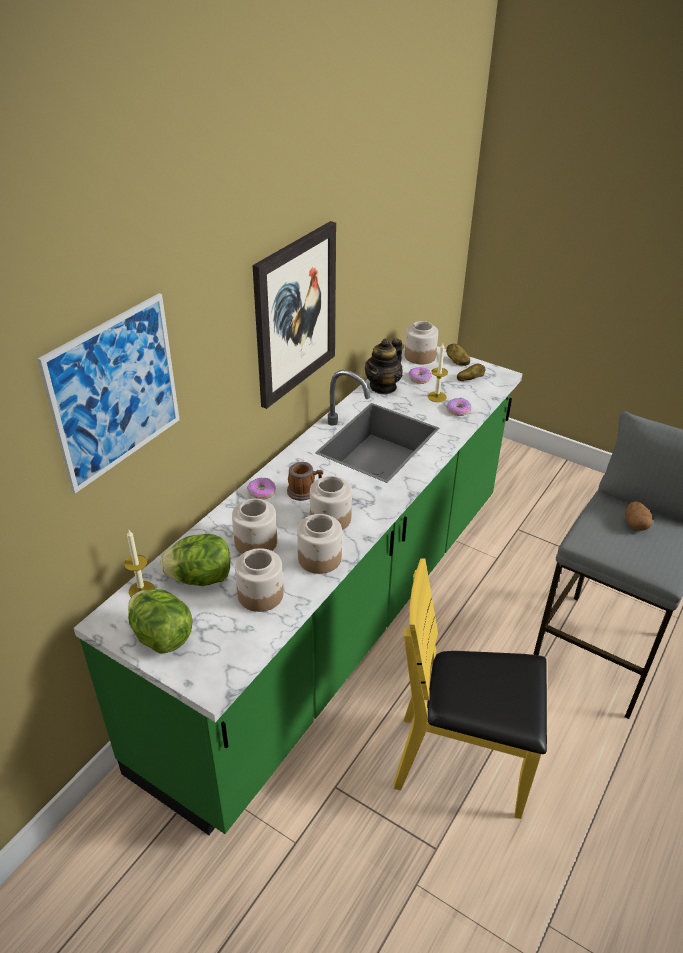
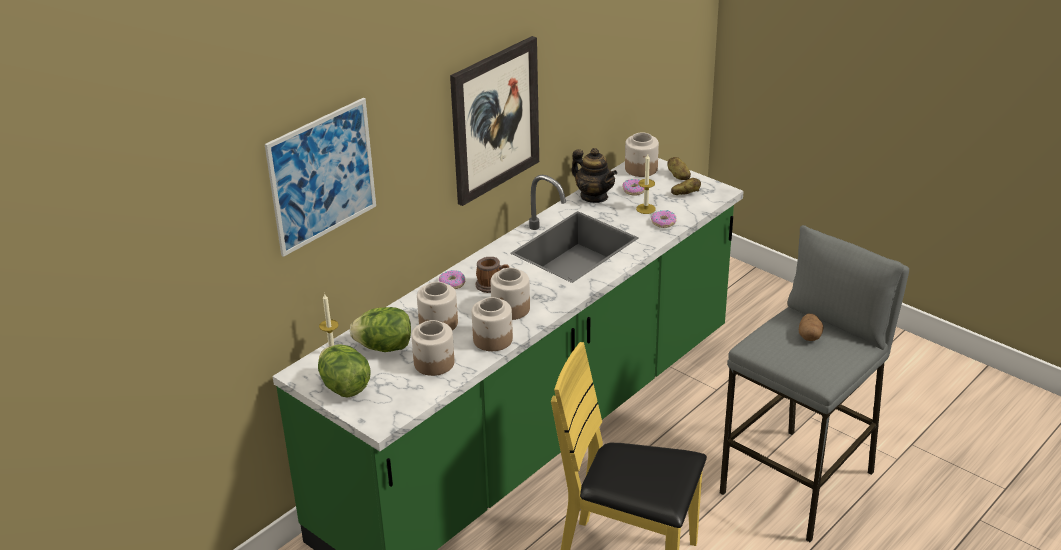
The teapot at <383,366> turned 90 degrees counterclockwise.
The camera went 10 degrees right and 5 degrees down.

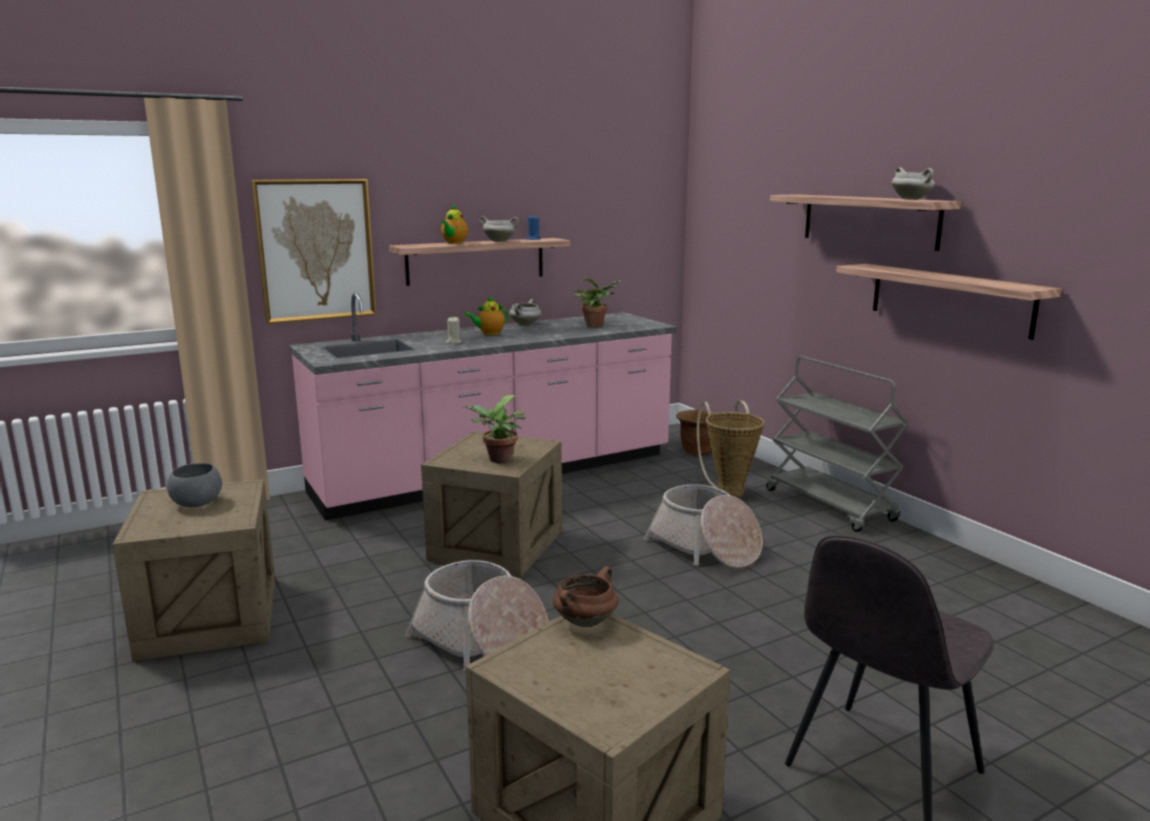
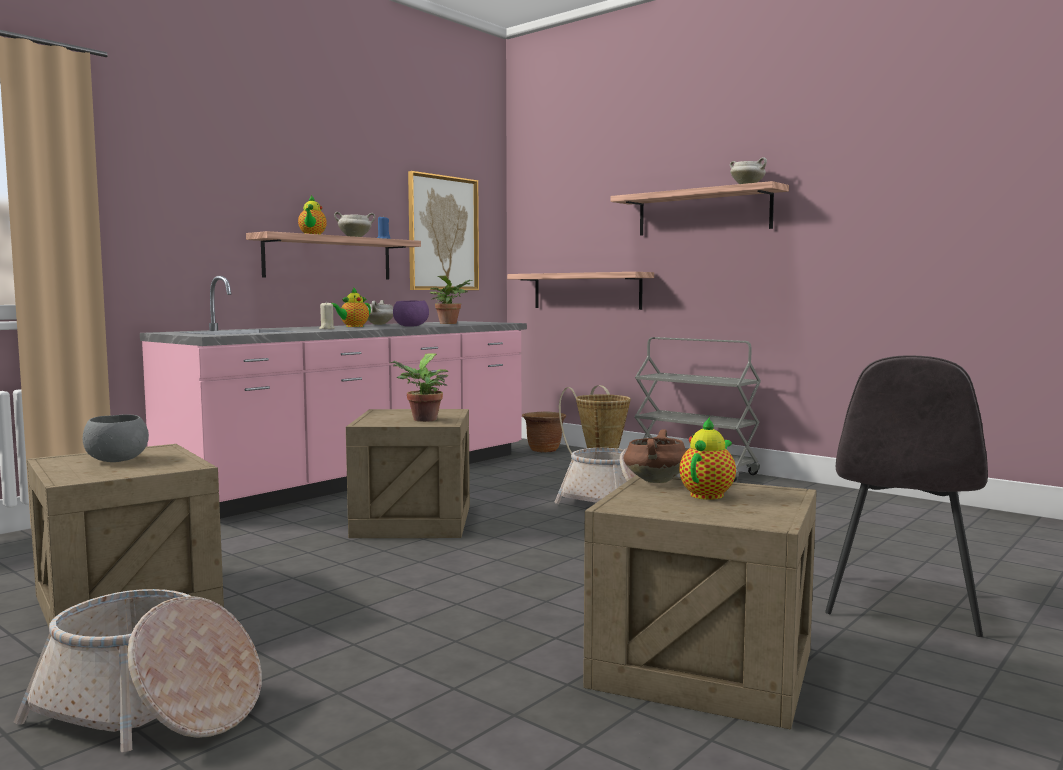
The picture moved from <314,251> to <443,230>.
The shelf moved from <949,302> to <580,291>.
The basket moved from <477,615> to <138,670>.
The bowl (purple) at <411,313> appeared.
The teapot at <707,458> appeared.
The camera went 20 degrees left and 10 degrees down.

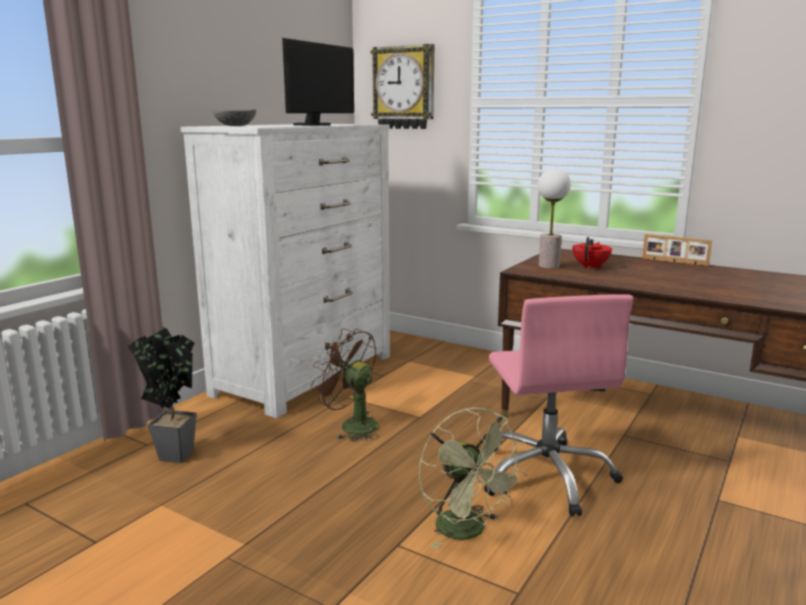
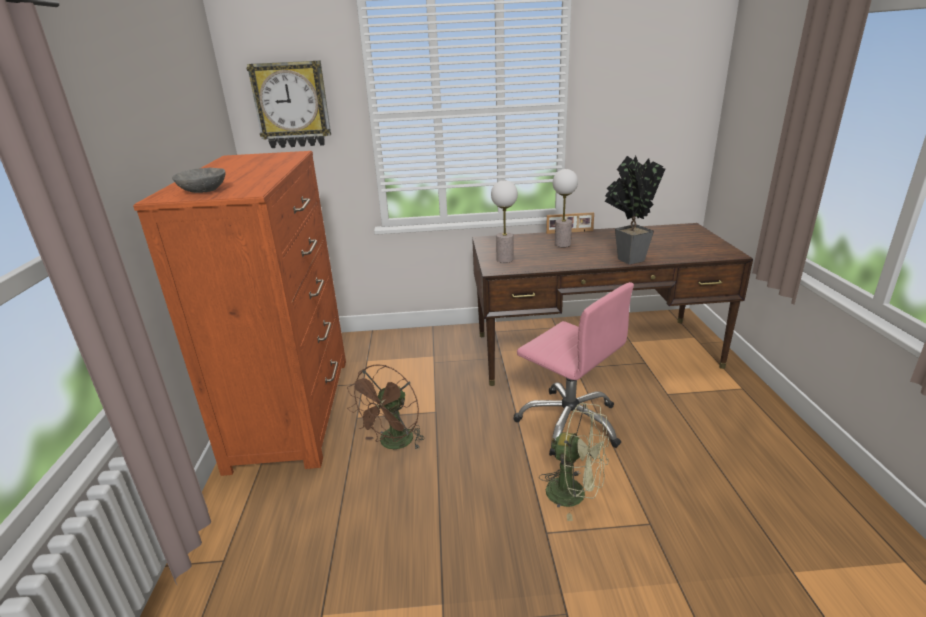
The monitor at <318,82> disappeared.
The dresser (white) at <285,271> became the dresser (orange) at <239,313>.
The teapot (red) at <592,253> disappeared.
The potted plant moved from <162,394> to <635,210>.
The fan (brown) at <345,385> turned 60 degrees counterclockwise.
The table lamp at <565,208> appeared.
The camera went 35 degrees left and 10 degrees up.

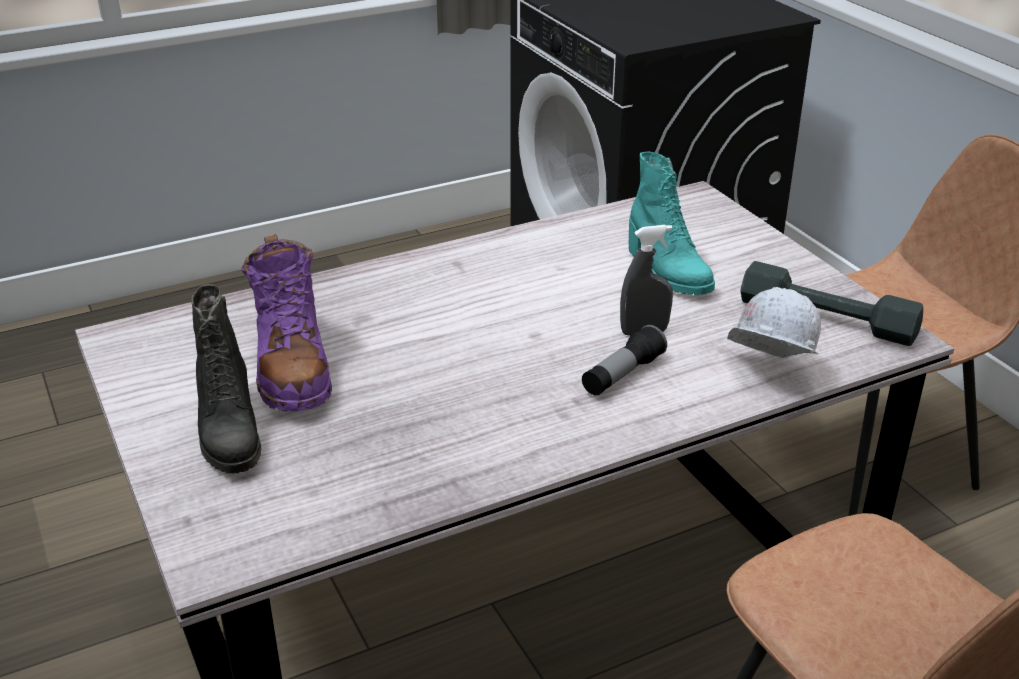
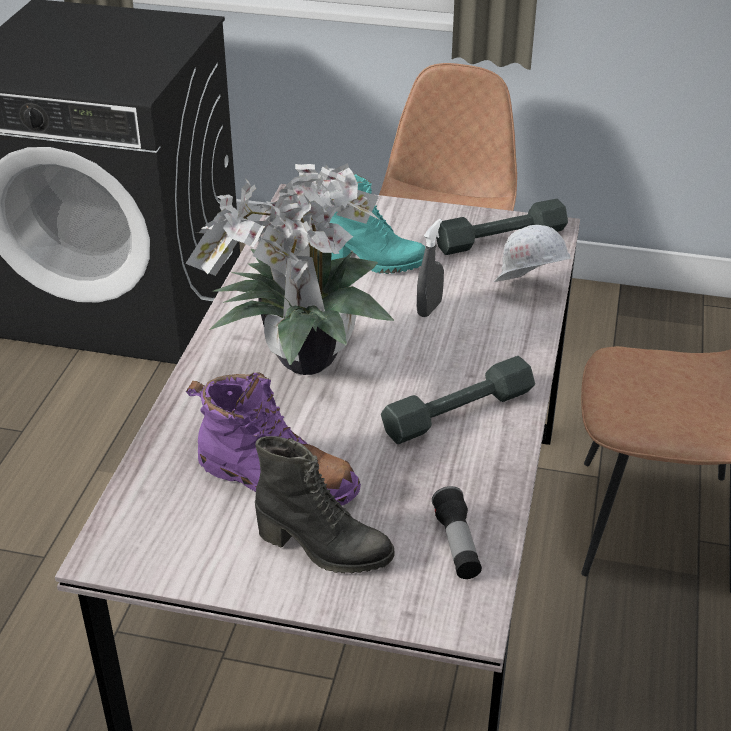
The flashlight moved from <624,360> to <457,532>.
The potted plant at <289,269> appeared.
The dumbbell (grey) at <458,400> appeared.
The camera went 50 degrees left and 5 degrees up.

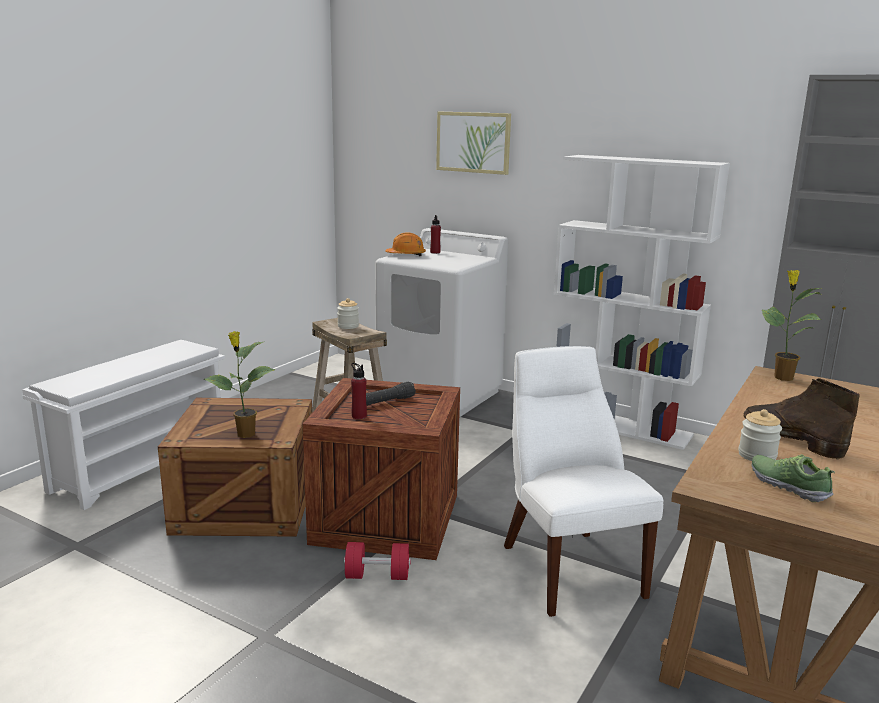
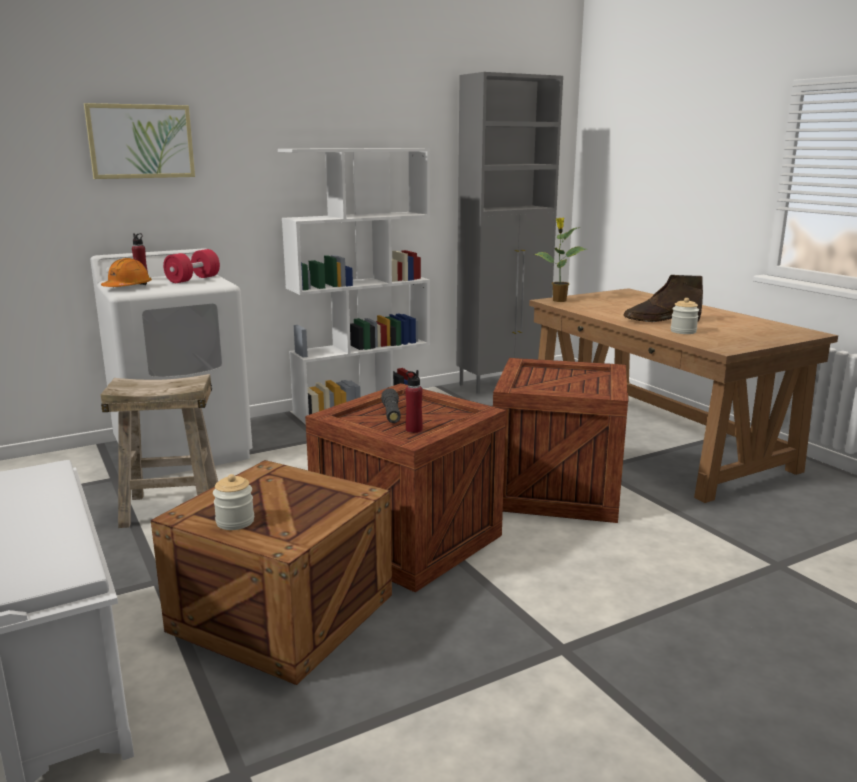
The jar moved from <348,313> to <233,502>.
The potted plant at <239,384> disappeared.
The chair (white) at <584,481> was replaced by the crate at <560,440>.
The shoe at <793,478> disappeared.
The dumbbell (red) moved from <377,561> to <191,266>.
The camera went 60 degrees left and 0 degrees up.

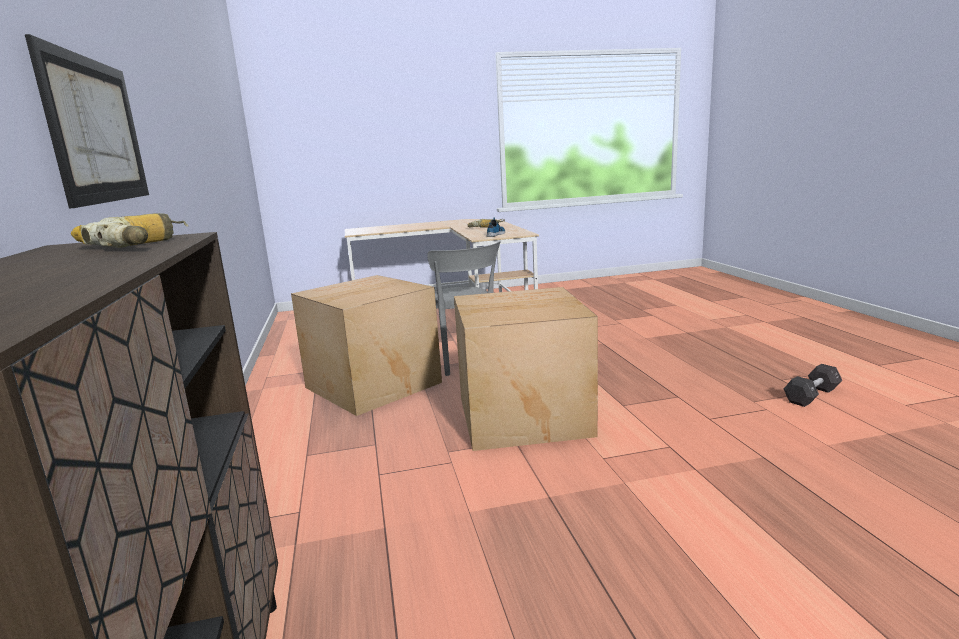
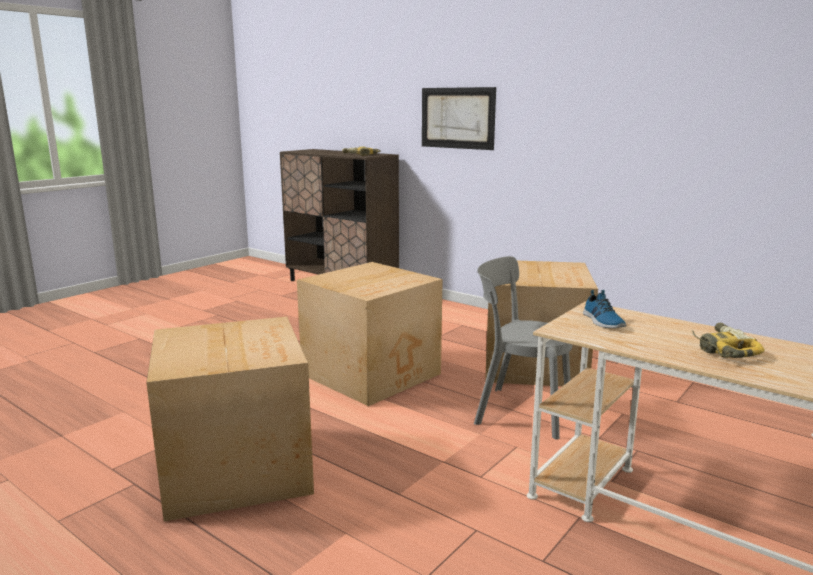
The dumbbell (black) at <813,385> disappeared.
The cardboard box at <230,419> appeared.
The camera went 140 degrees right and 0 degrees up.

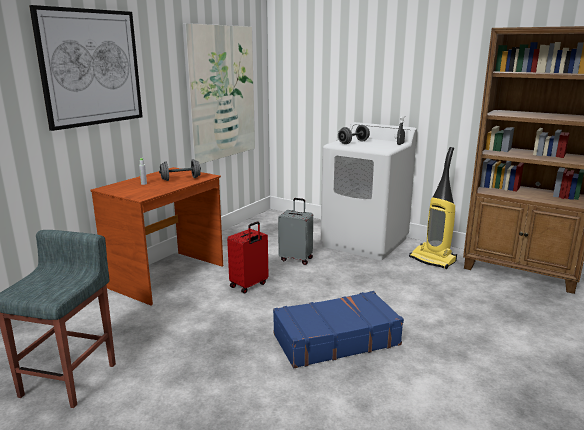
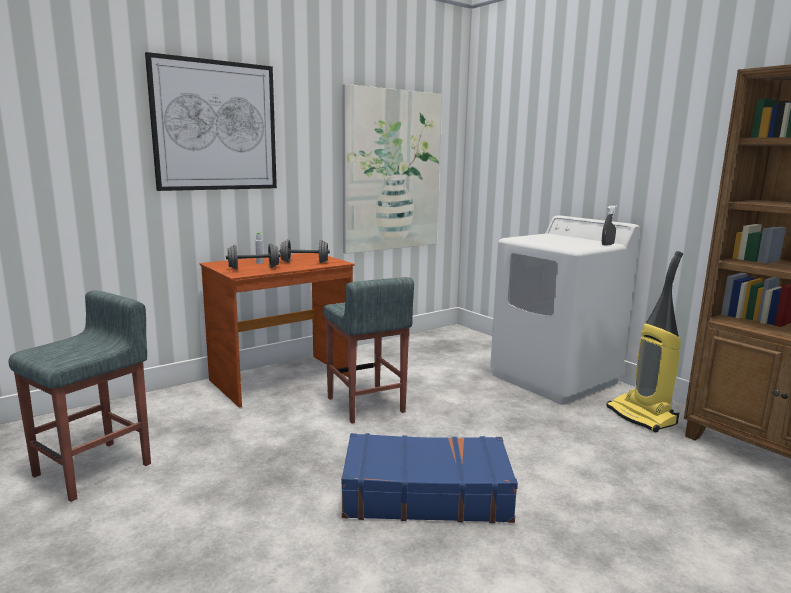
The dumbbell (grey) moved from <354,134> to <253,257>.
The suitcase (grey) at <295,231> disappeared.
The suitcase (red) at <247,257> was replaced by the stool (grey) at <368,350>.
The camera went 20 degrees right and 5 degrees down.

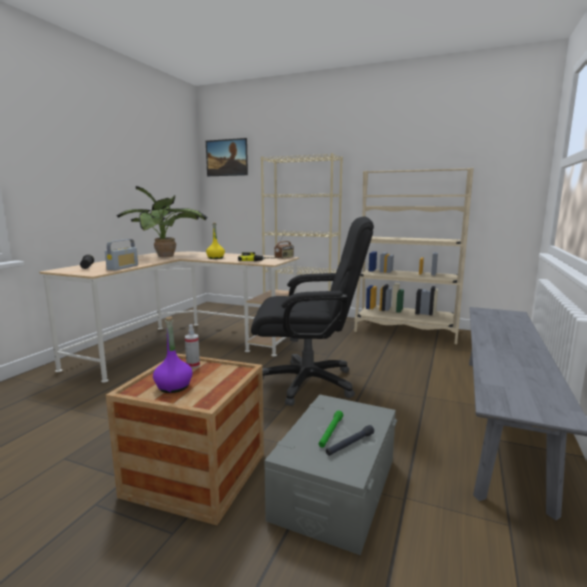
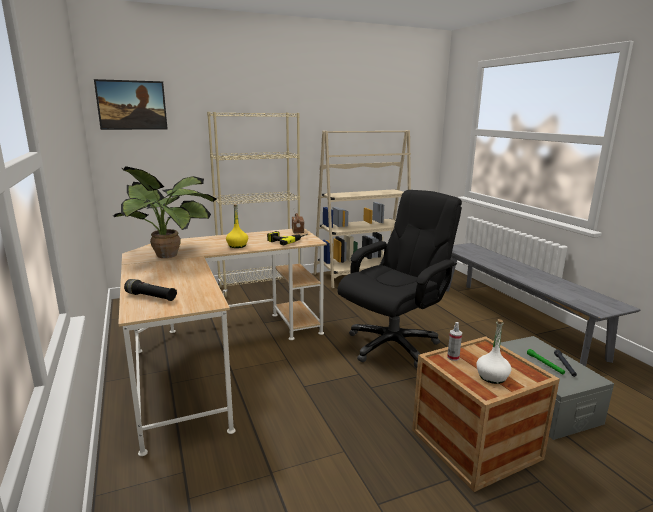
The radio at <121,254> disappeared.
The bottle (purple) at <172,354> became the bottle (white) at <493,351>.
The camera went 45 degrees left and 5 degrees up.

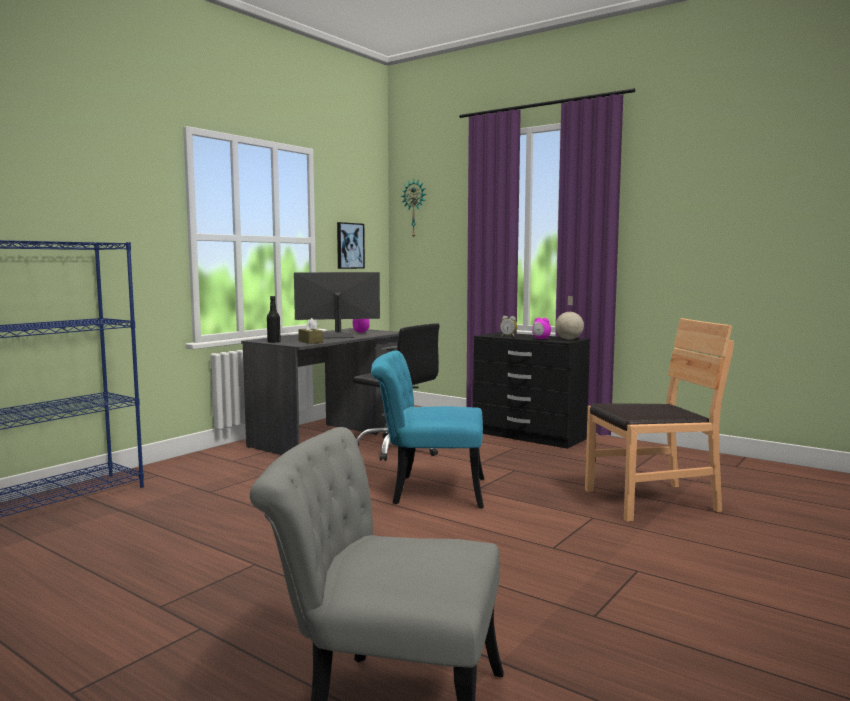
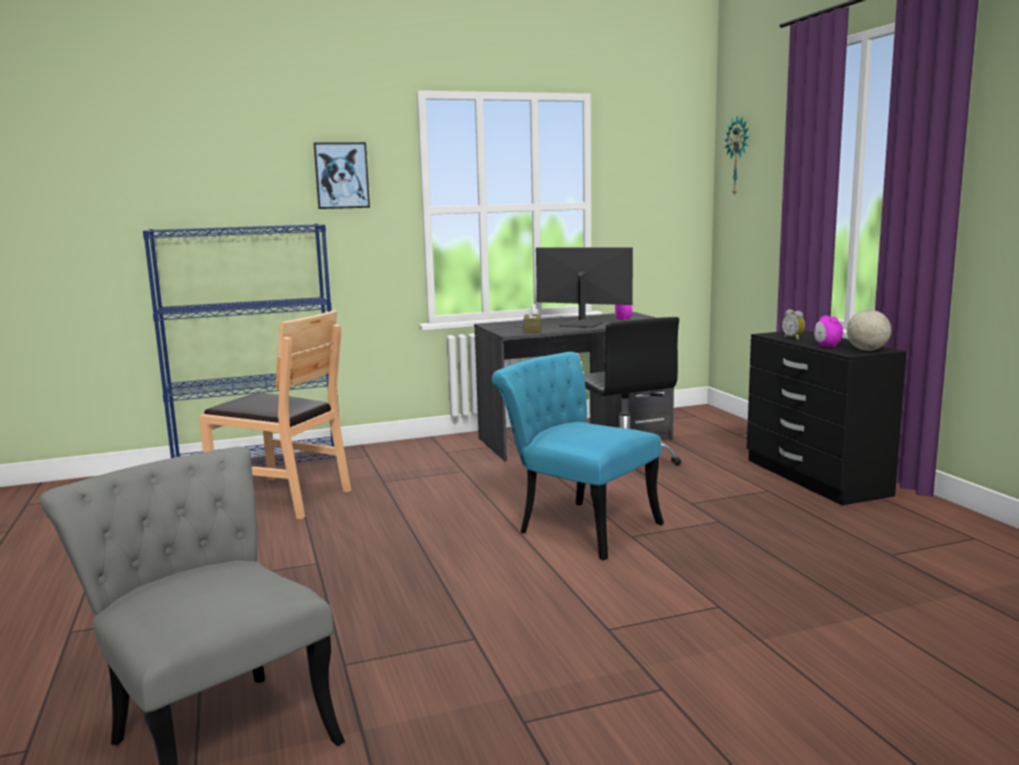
The picture moved from <351,245> to <341,175>.
The bottle (black) at <274,319> disappeared.
The chair (brown) moved from <659,420> to <275,414>.
The camera went 35 degrees right and 5 degrees up.

